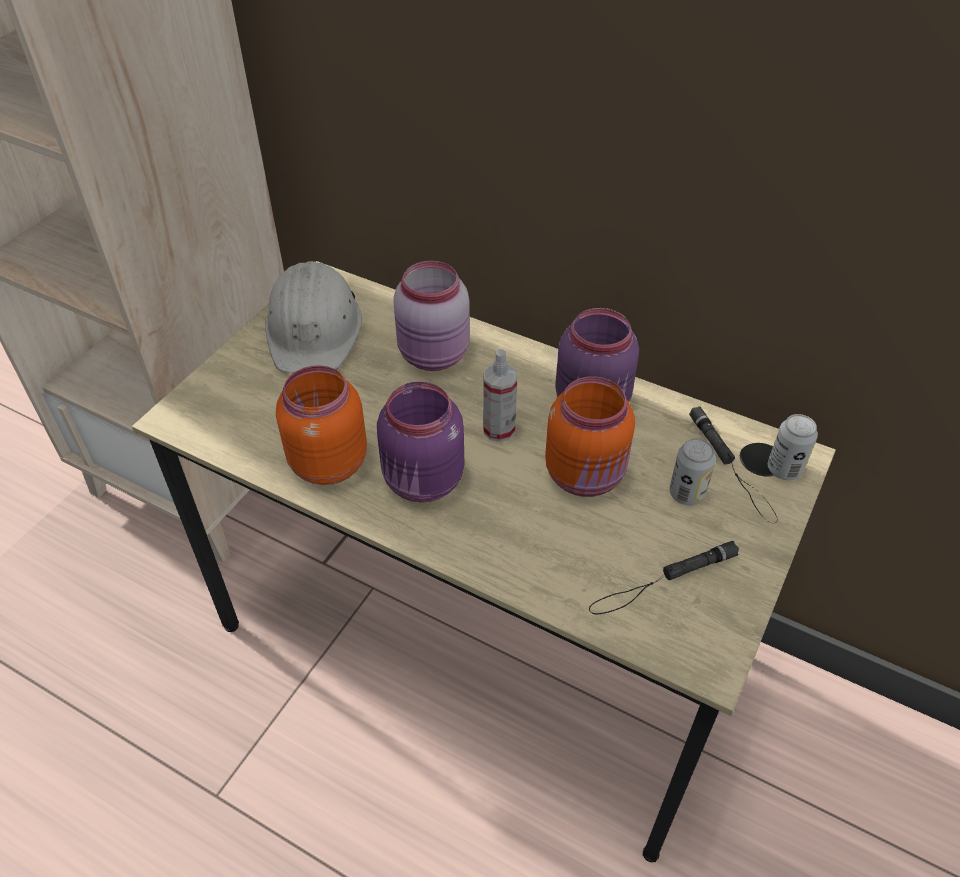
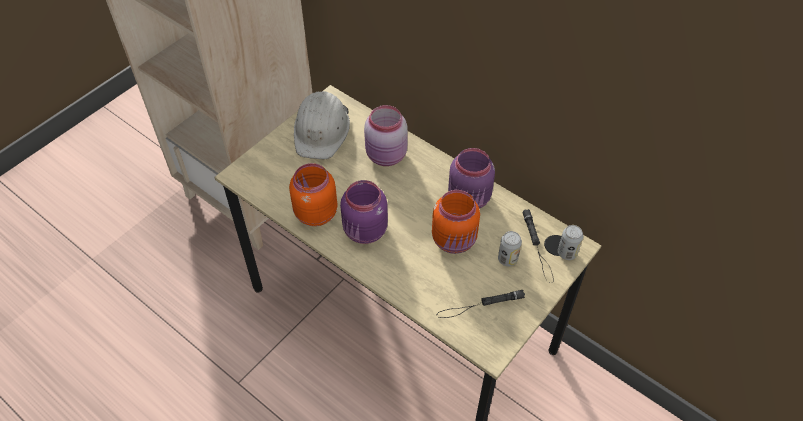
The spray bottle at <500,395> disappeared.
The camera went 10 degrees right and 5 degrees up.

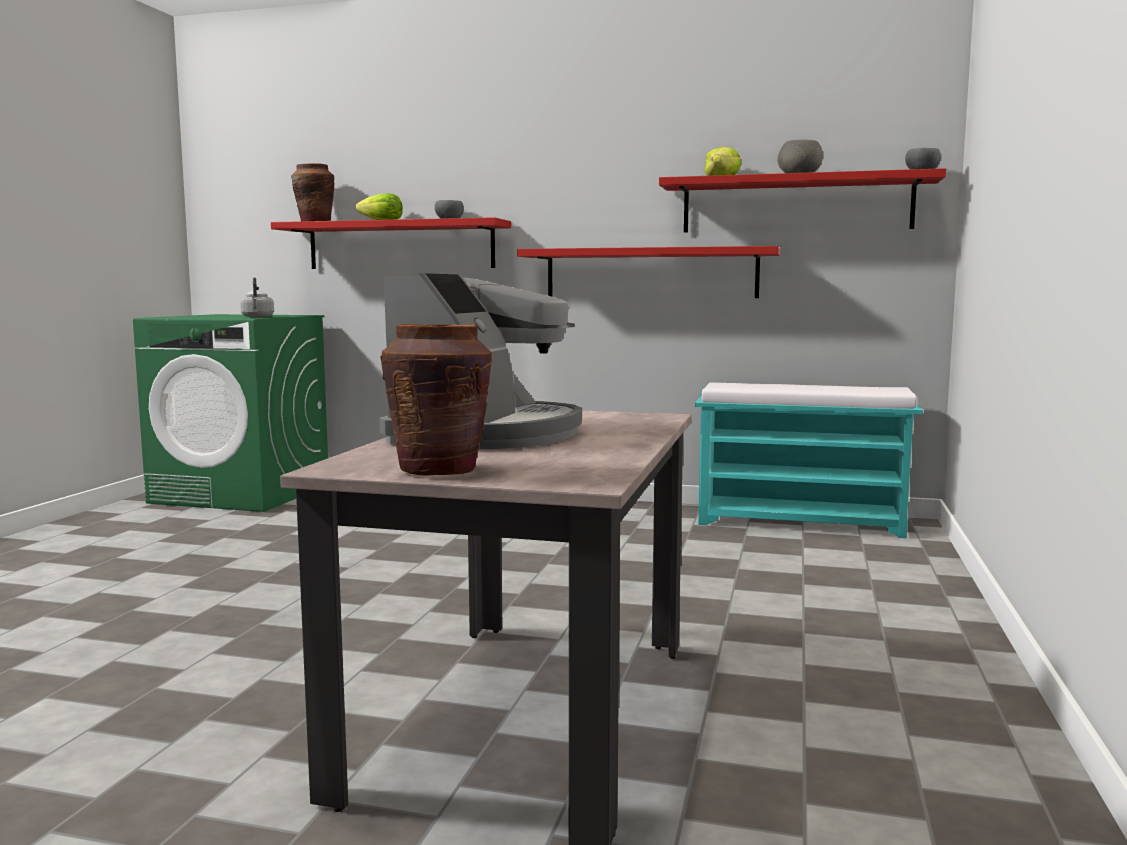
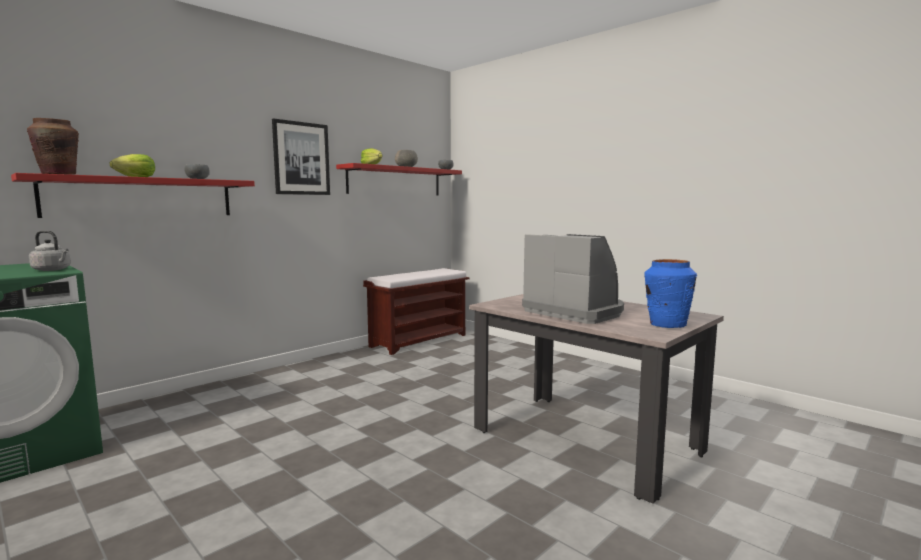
The shelf (red) at <648,272> disappeared.
The vase (brown) at <436,399> became the vase (blue) at <670,293>.
The bench (turquoise) at <809,460> became the bench (brown) at <416,311>.
The picture at <301,156> appeared.
The camera went 60 degrees left and 0 degrees up.

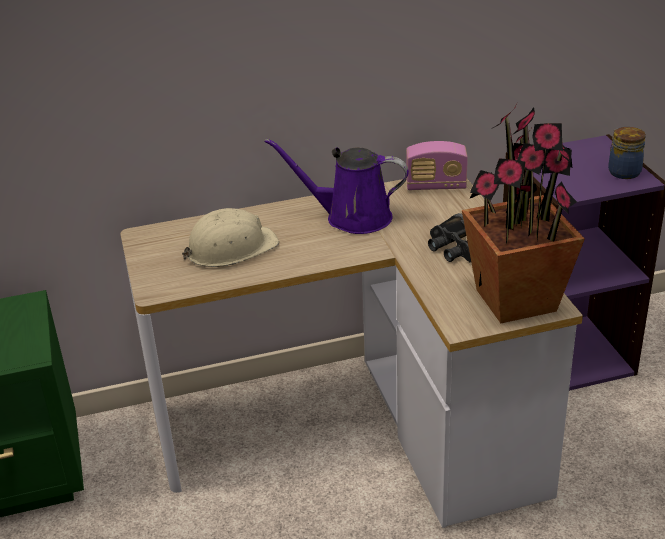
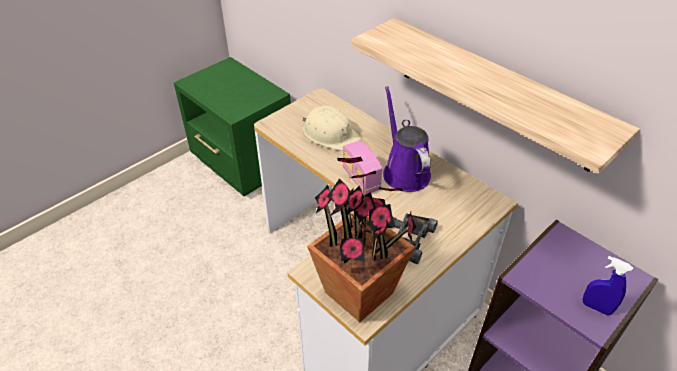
The jar at <627,153> was replaced by the spray bottle (blue) at <607,285>.
The radio moved from <437,165> to <362,168>.
The shelf at <495,96> appeared.
The camera went 60 degrees right and 10 degrees up.

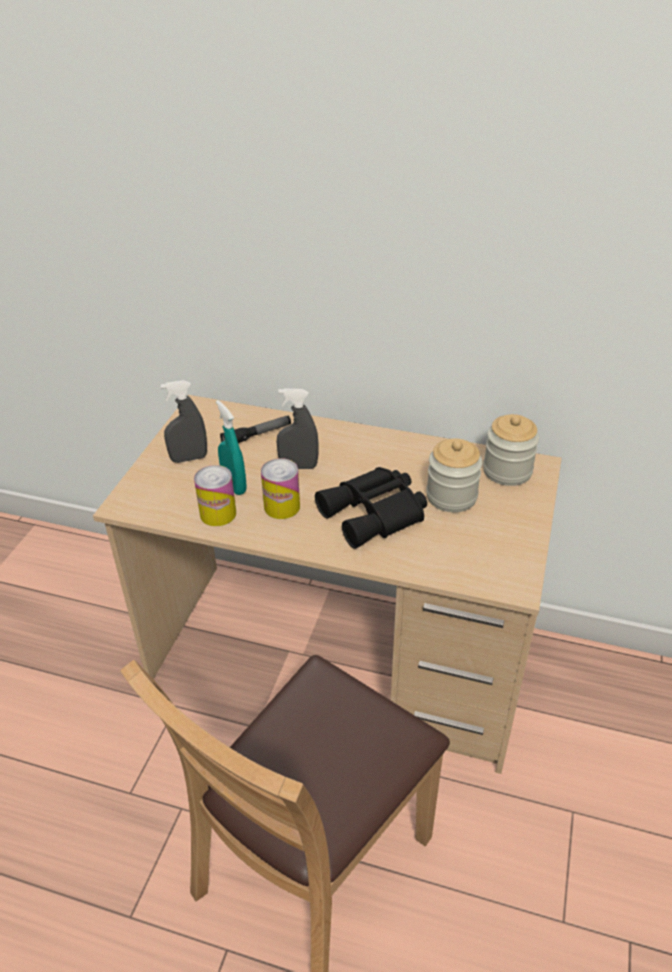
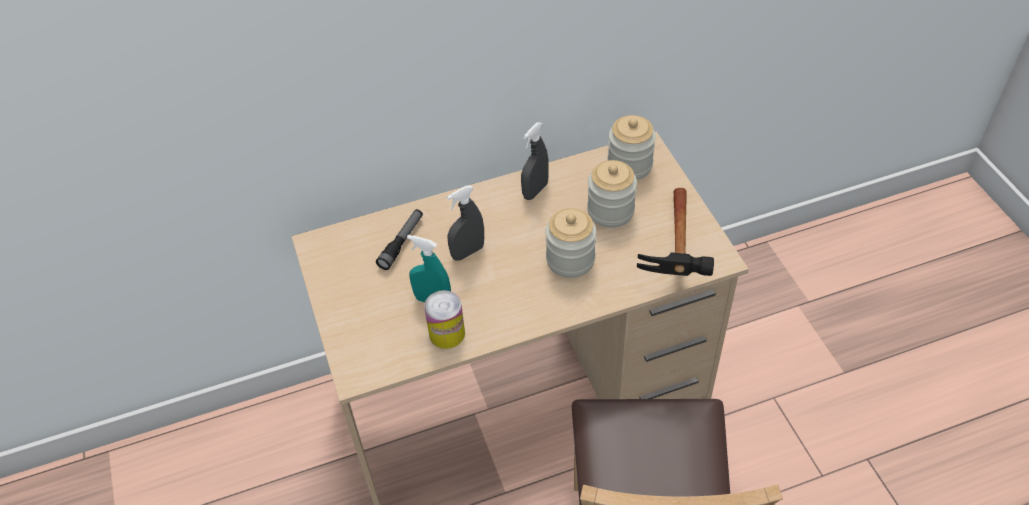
The spray bottle (grey) moved from <184,421> to <535,161>.
The can at <280,488> disappeared.
The binoculars (black) at <371,508> was replaced by the jar at <571,243>.
The hammer at <675,232> appeared.
The camera went 35 degrees left and 10 degrees up.

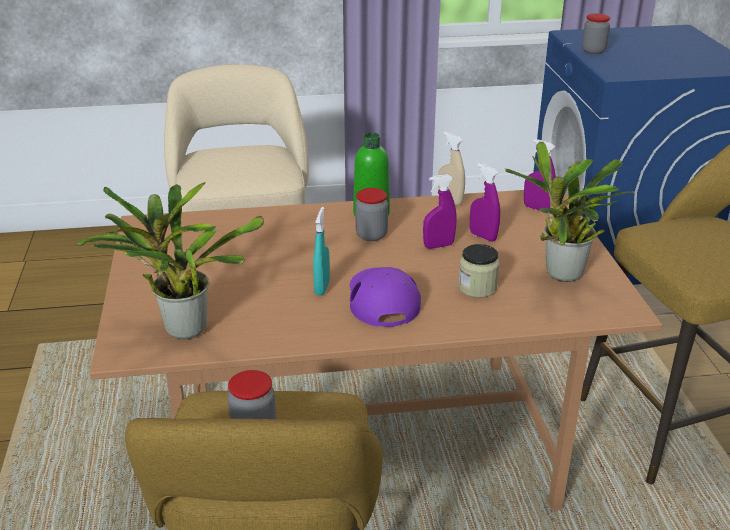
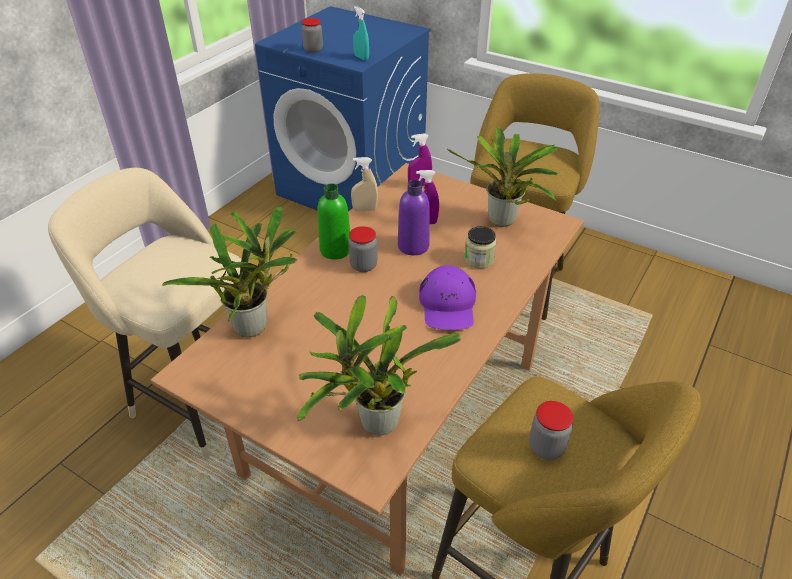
The spray bottle (purple) at <439,211> was replaced by the bottle (purple) at <414,217>.
The spray bottle (turquoise) moved from <321,251> to <361,33>.
The cap (purple) at <385,297> turned 120 degrees counterclockwise.
The potted plant at <229,271> appeared.
The camera went 50 degrees left and 10 degrees up.

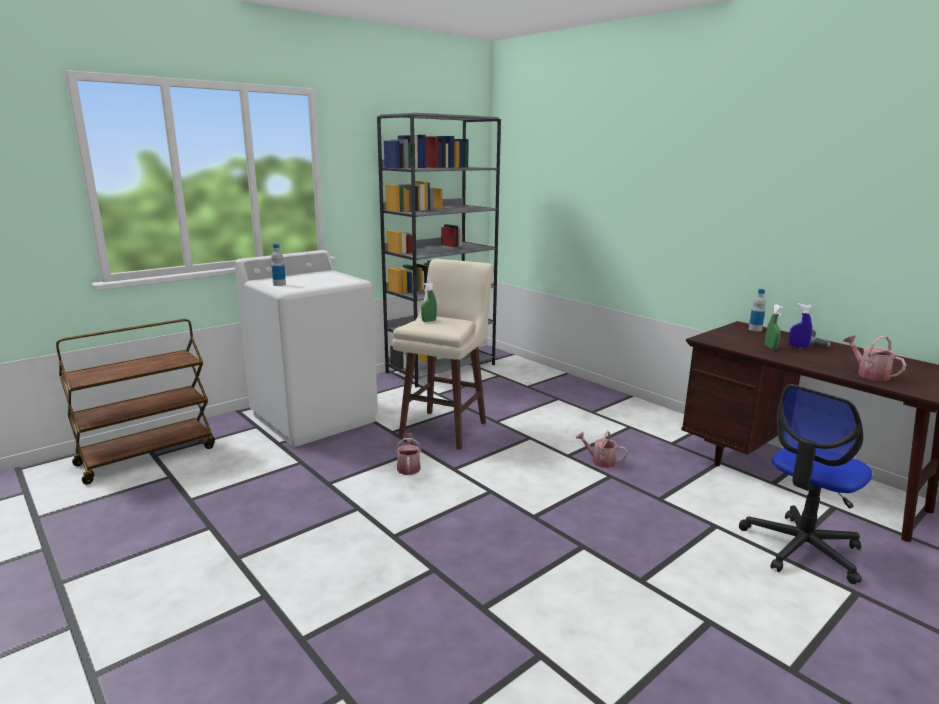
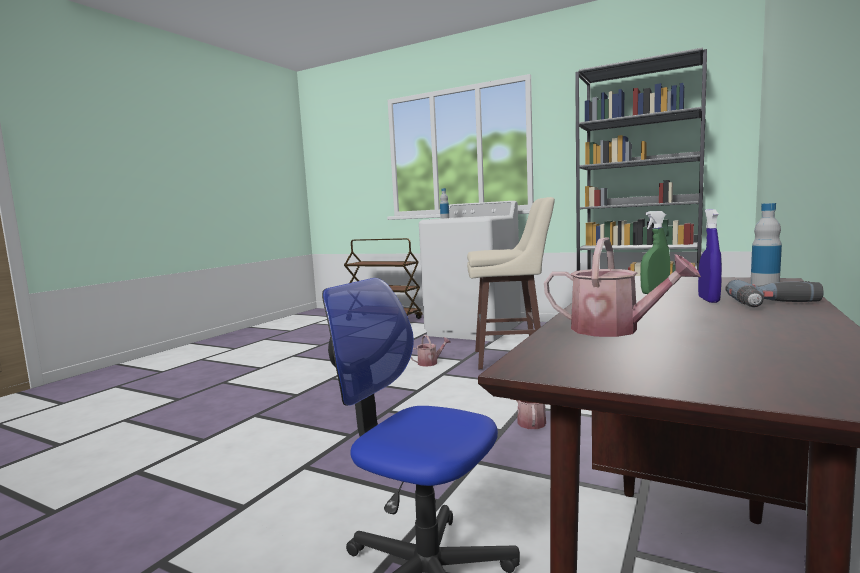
The spray bottle (green) at <429,302> disappeared.
The watering can at <874,358> turned 75 degrees clockwise.
The camera went 70 degrees right and 10 degrees down.

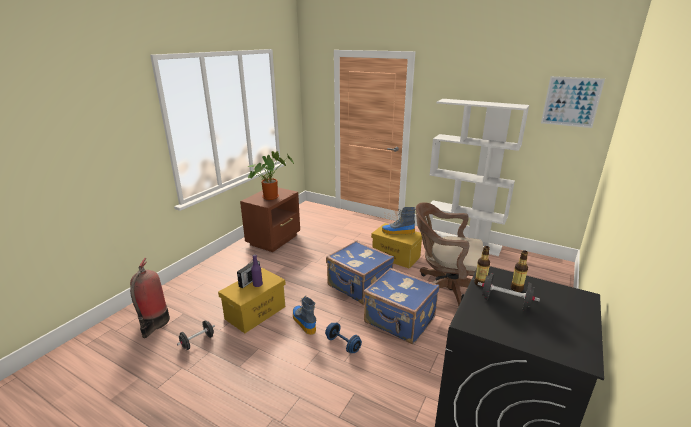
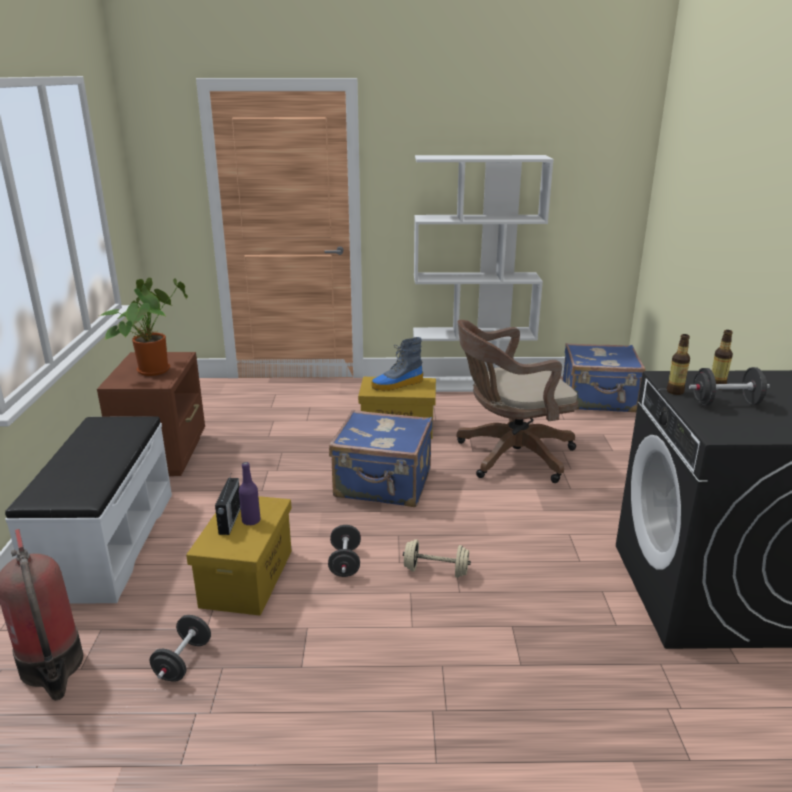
The picture at <573,102> disappeared.
The suitcase (blue) moved from <401,305> to <604,377>.
The boot at <304,316> was replaced by the dumbbell (black) at <344,551>.
The dumbbell (blue) at <343,338> became the dumbbell (beige) at <437,558>.
The bench (white) at <88,510> appeared.
The camera went 30 degrees left and 0 degrees up.

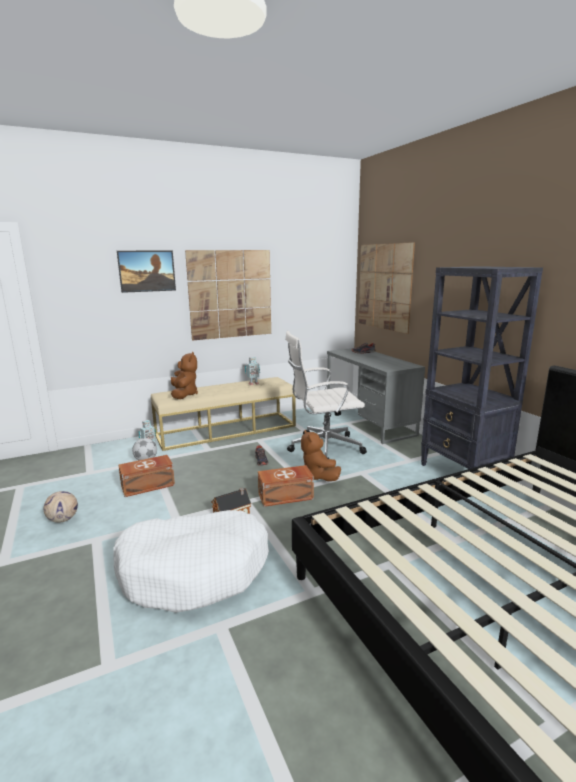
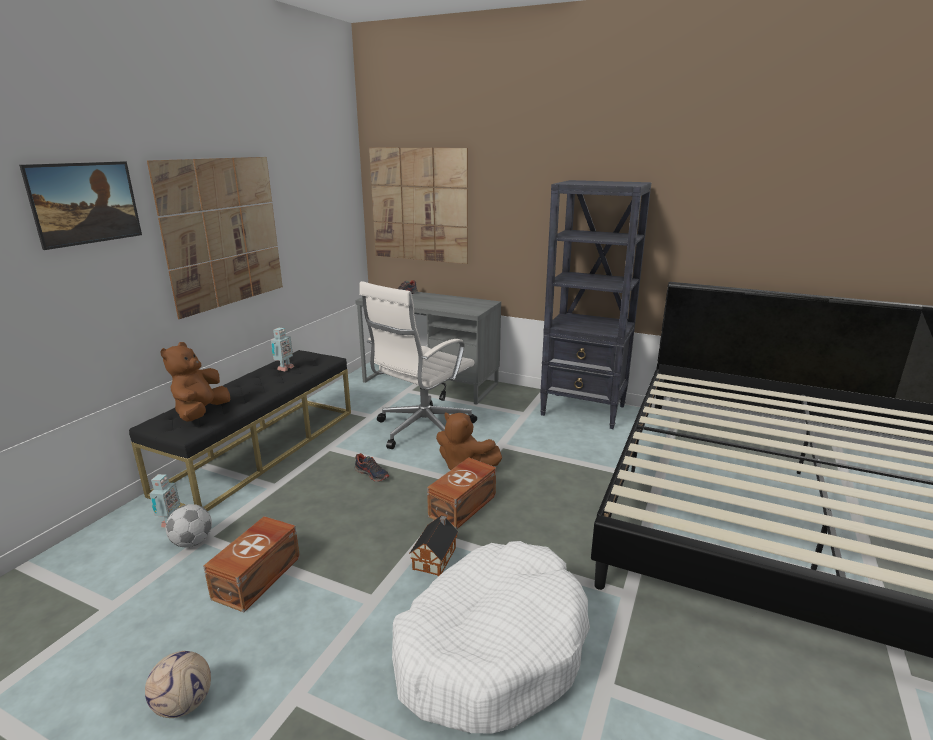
The plush toy (brown) at <184,375> turned 120 degrees counterclockwise.
The bench (beige) at <223,414> became the bench (black) at <240,430>.
The camera went 40 degrees left and 5 degrees up.

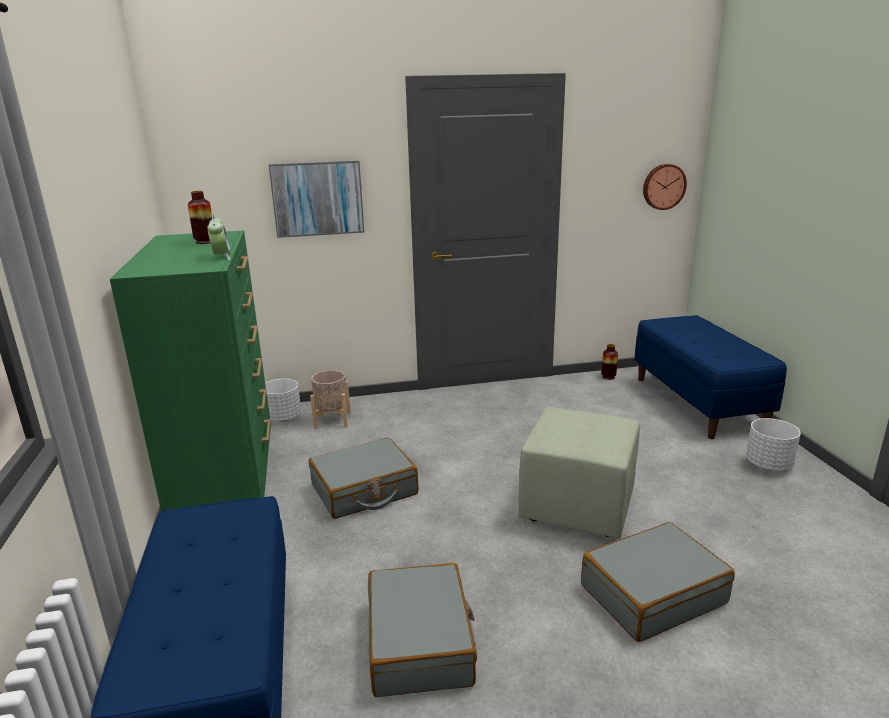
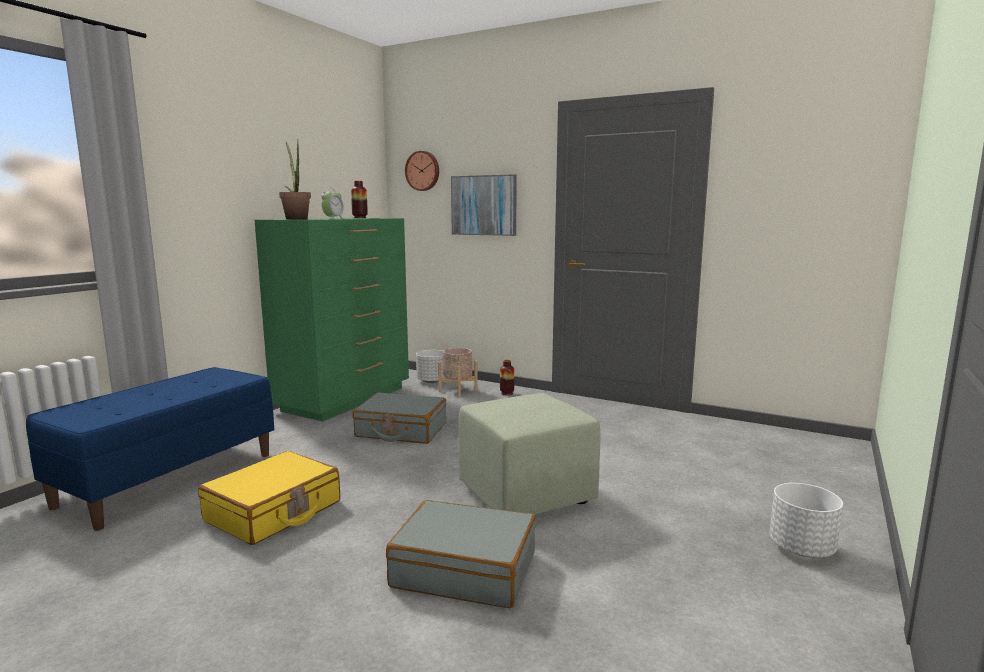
The wall clock moved from <665,187> to <422,171>.
The bench (blue) at <710,377> disappeared.
The vase moved from <610,362> to <507,377>.
The suitcase (grey) at <422,630> became the suitcase (yellow) at <269,498>.
The potted plant at <295,179> appeared.
The camera went 40 degrees right and 10 degrees down.

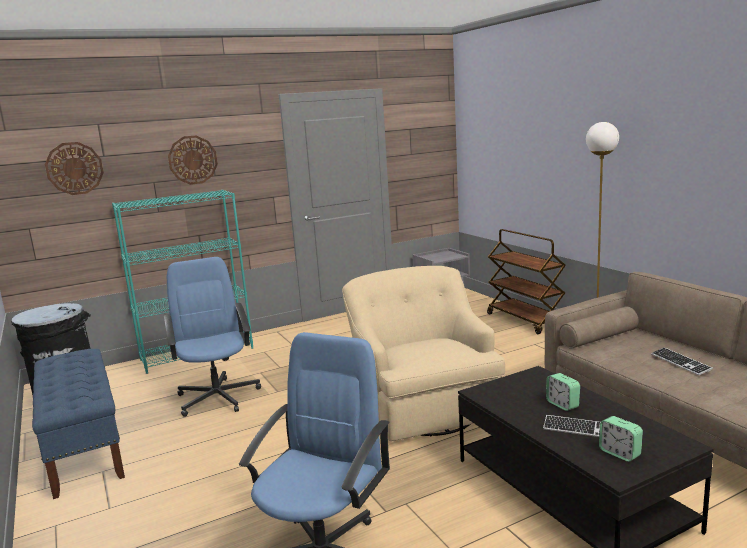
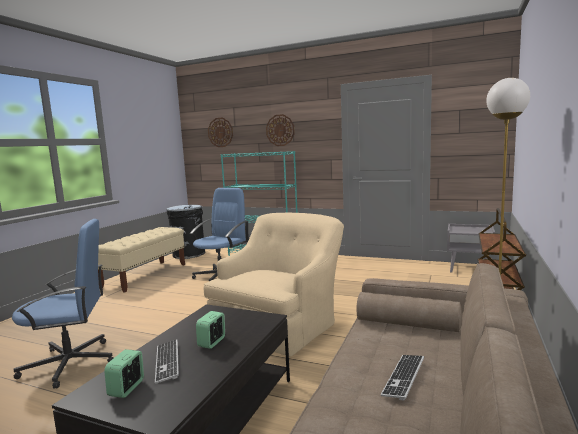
The bench (blue) at <78,424> became the bench (beige) at <141,260>.
The camera went 50 degrees right and 5 degrees down.

